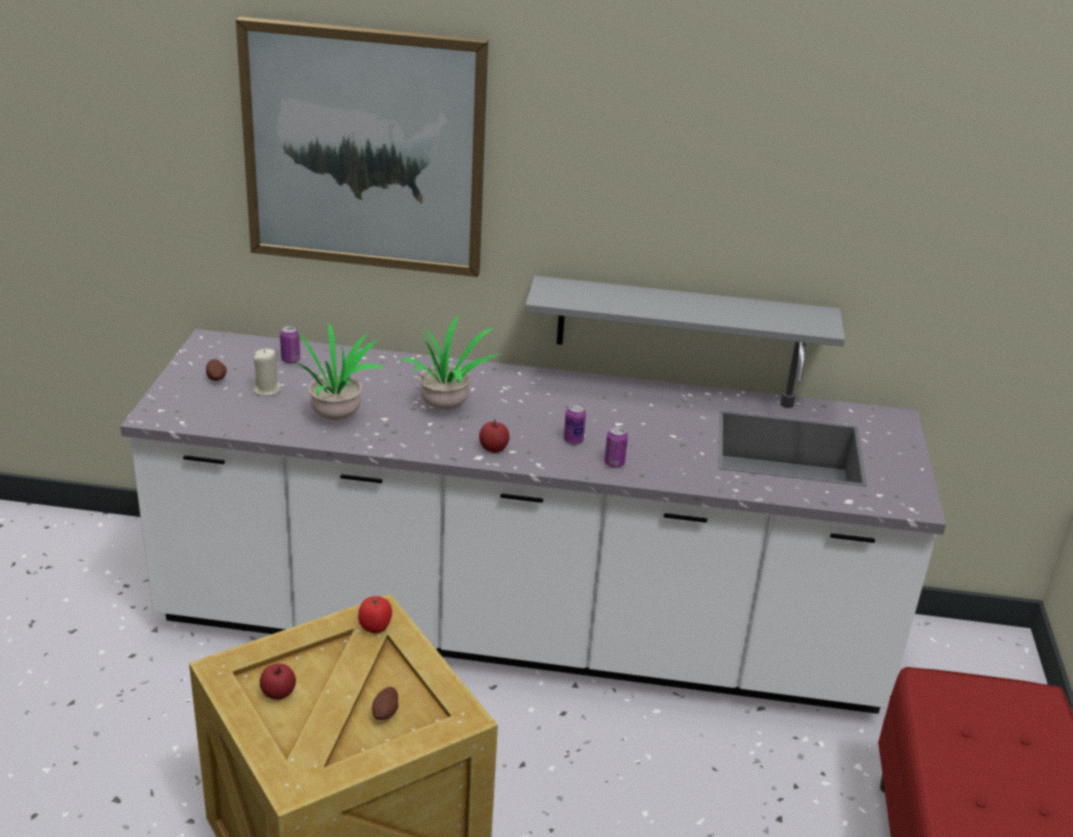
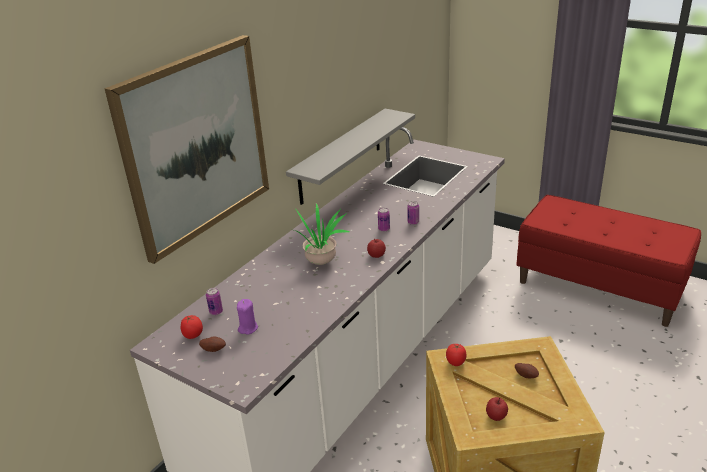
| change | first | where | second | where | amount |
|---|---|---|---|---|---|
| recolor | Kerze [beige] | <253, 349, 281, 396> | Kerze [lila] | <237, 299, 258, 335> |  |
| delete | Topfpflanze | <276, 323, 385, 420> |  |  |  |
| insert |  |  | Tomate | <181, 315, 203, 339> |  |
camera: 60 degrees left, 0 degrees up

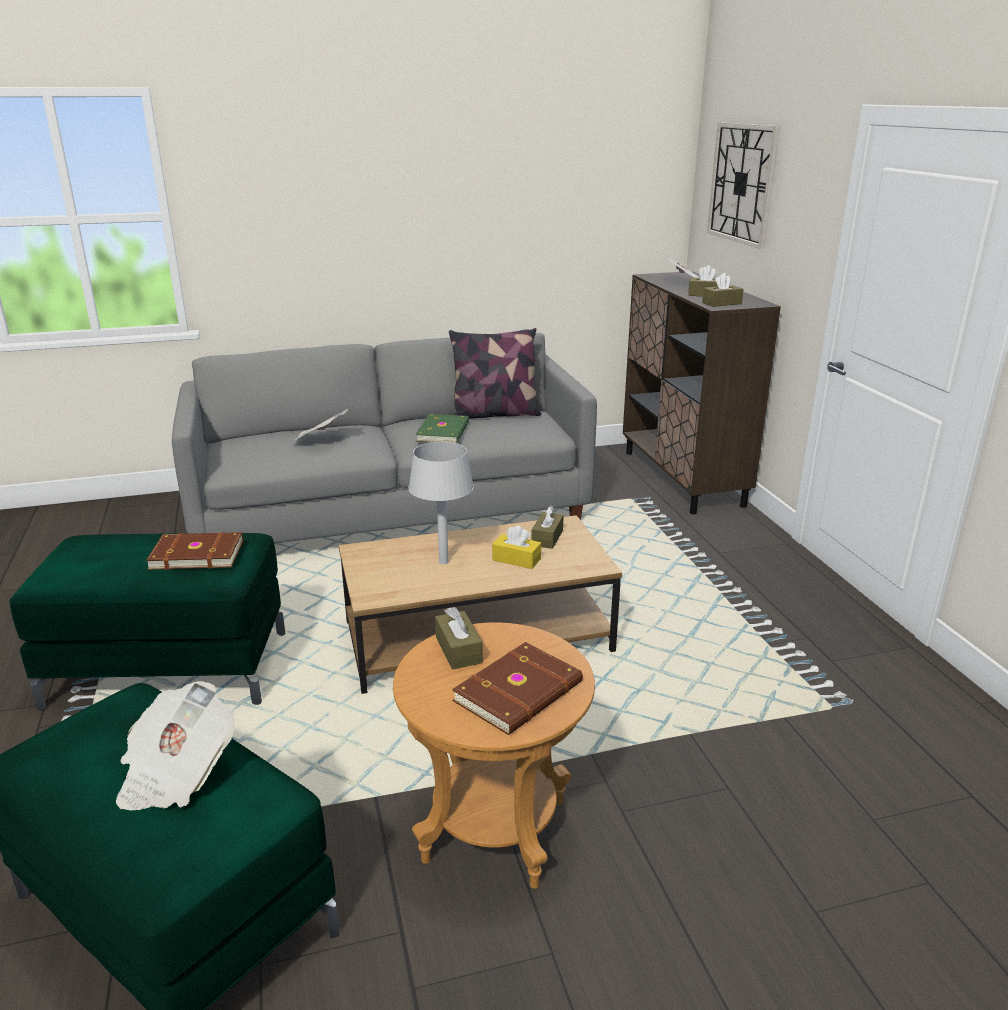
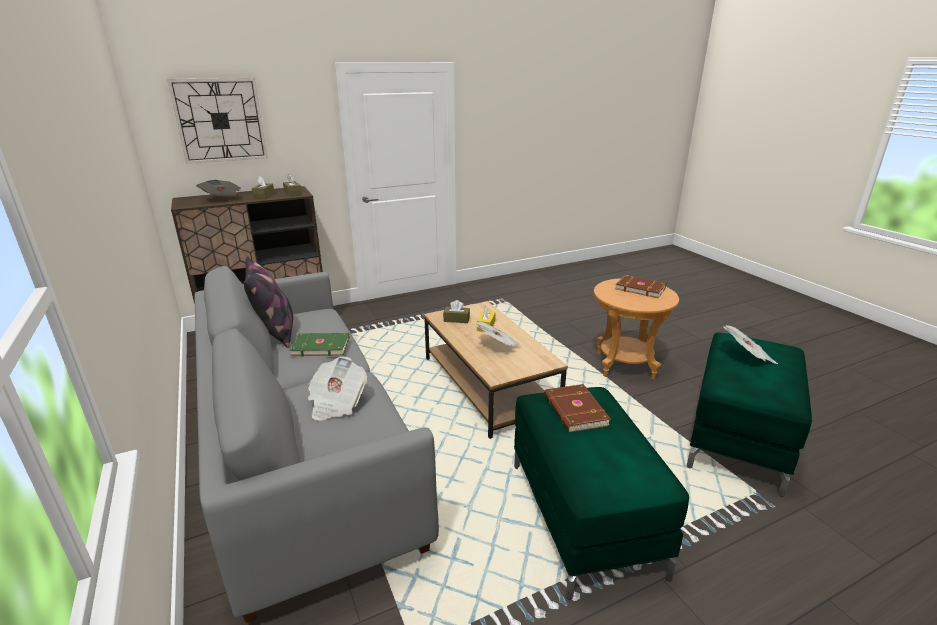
| change | first | where | second | where | amount |
|---|---|---|---|---|---|
| replace | Tischlampe [grau] | <408, 442, 474, 564> | Zeitung | <475, 322, 523, 347> |  |
| delete | Taschentuchbox [braun] | <435, 607, 483, 670> |  |  |  |
camera: 100 degrees left, 0 degrees up

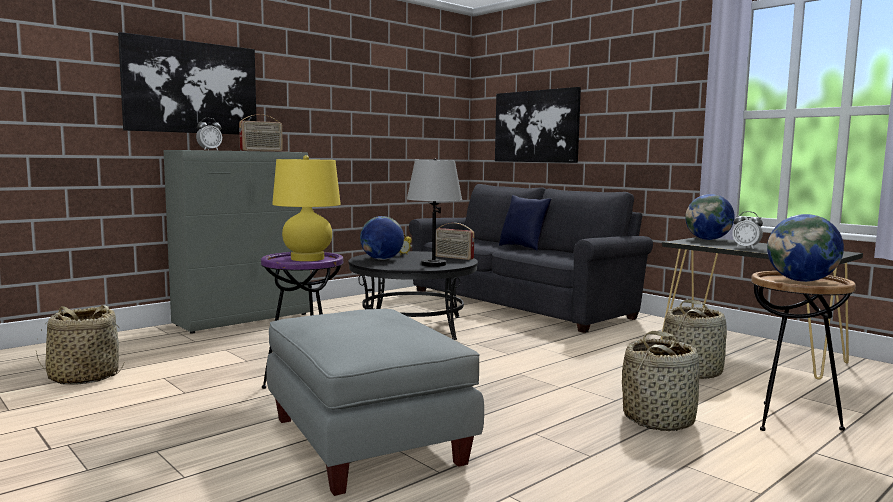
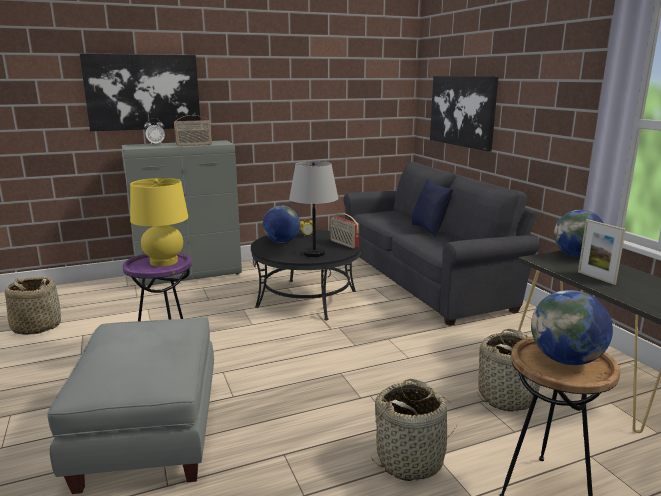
| change | first | where | second | where | amount |
|---|---|---|---|---|---|
| replace | Wecker | <732, 211, 763, 248> | Bilderrahmen | <578, 219, 626, 285> |  |
camera: 20 degrees right, 10 degrees up

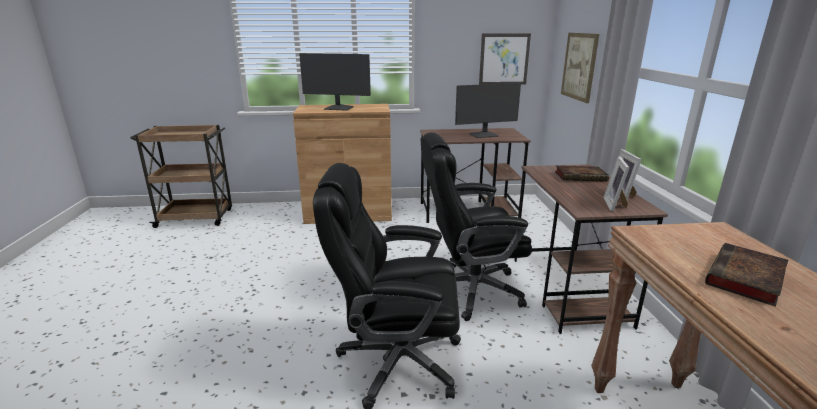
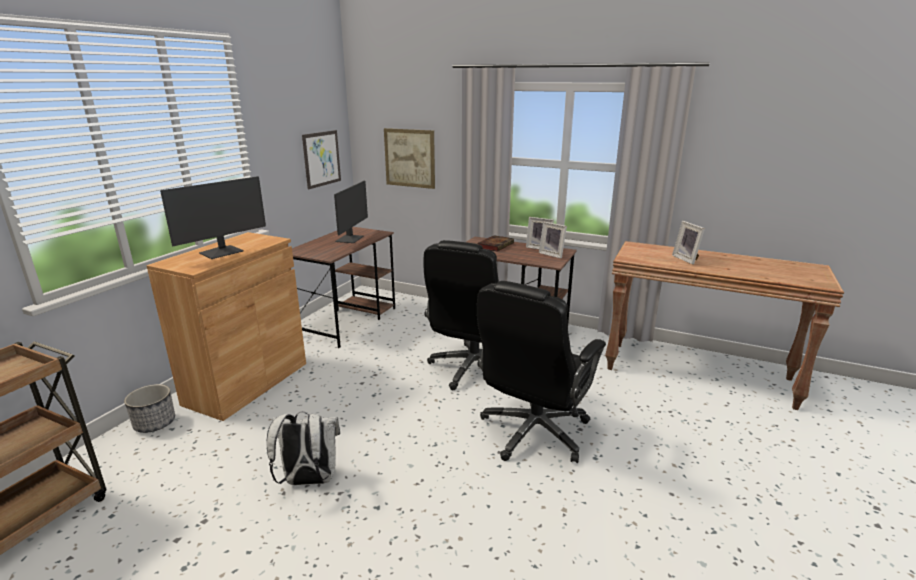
| change | first | where | second | where | amount |
|---|---|---|---|---|---|
| replace | Buch | <705, 243, 788, 307> | Bilderrahmen | <672, 221, 705, 265> |  |
| insert |  |  | Pflanzkübel | <124, 384, 175, 433> |  |
| insert |  |  | Rucksack [weiß] | <267, 412, 340, 485> |  |
camera: 60 degrees left, 0 degrees up

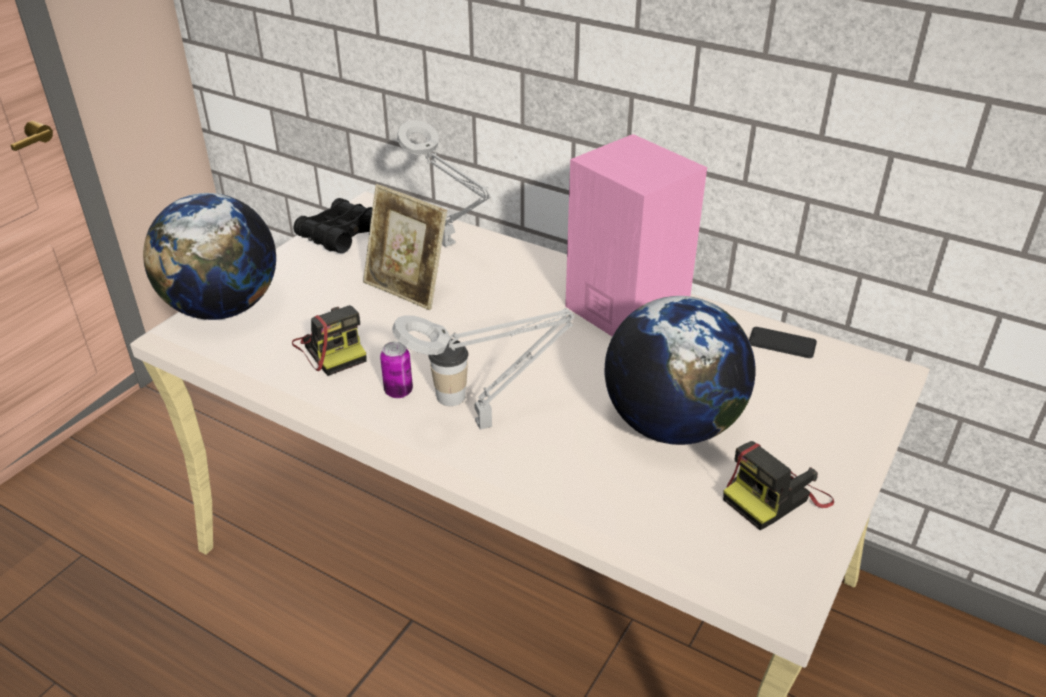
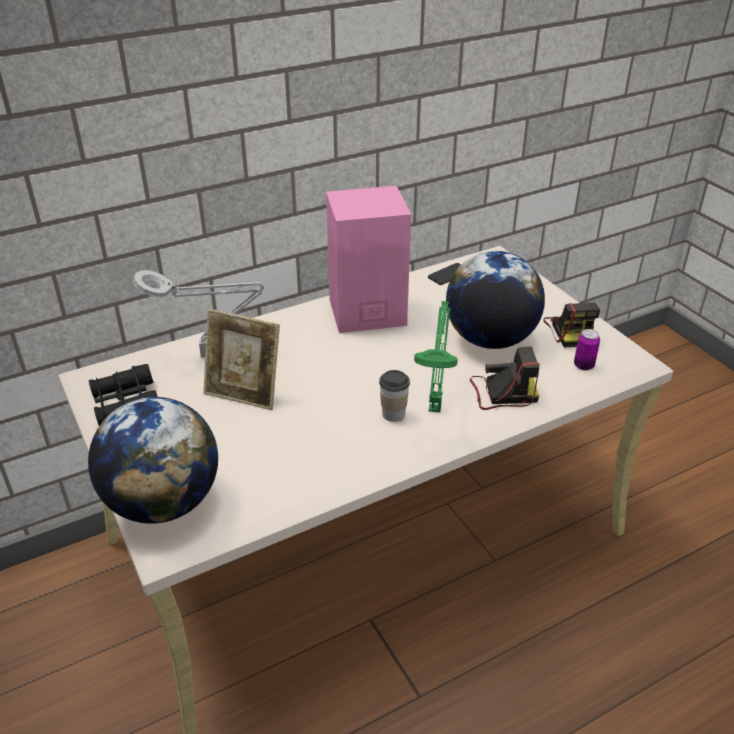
| change | first | where | second | where | amount |
|---|---|---|---|---|---|
| move | Kamera | <292, 305, 366, 376> |  | <470, 346, 539, 410> |  |
| rotate | Bilderrahmen | <363, 184, 447, 310> |  | <204, 309, 280, 410> | 45 degrees clockwise |
| move | Dose | <380, 341, 413, 398> |  | <574, 329, 600, 371> |  |
| recolor | Tischlampe [grau] | <392, 308, 574, 430> | Tischlampe [grün] | <414, 301, 458, 412> |  |
camera: 60 degrees left, 0 degrees up

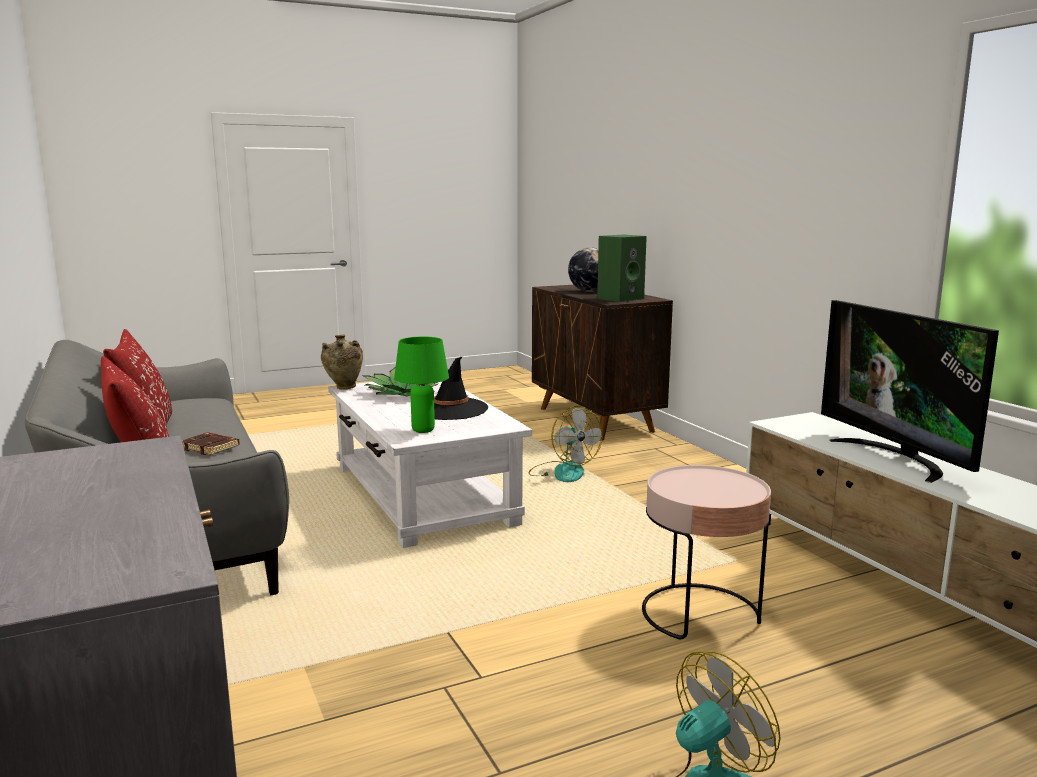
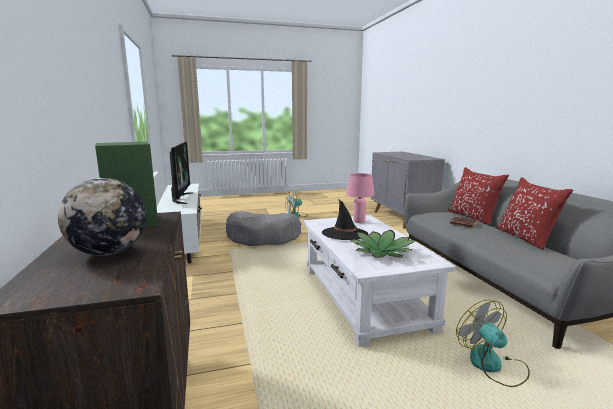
| change | first | where | second | where | amount |
|---|---|---|---|---|---|
| delete | Vase [beige] | <321, 335, 363, 390> |  |  |  |
| recolor | Tischlampe [grün] | <394, 336, 449, 433> | Tischlampe [rosa] | <346, 173, 375, 223> |  |
| move | Ventilator | <529, 406, 603, 482> |  | <456, 300, 530, 387> |  |
| replace | Beistelltisch [rosa] | <642, 465, 771, 639> | Hundebett [grau] | <226, 211, 301, 246> |  |
camera: 170 degrees left, 0 degrees up

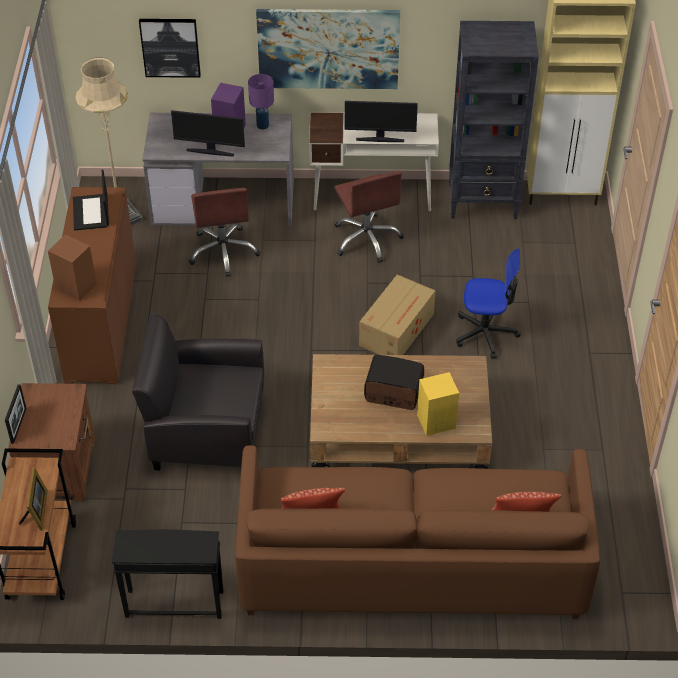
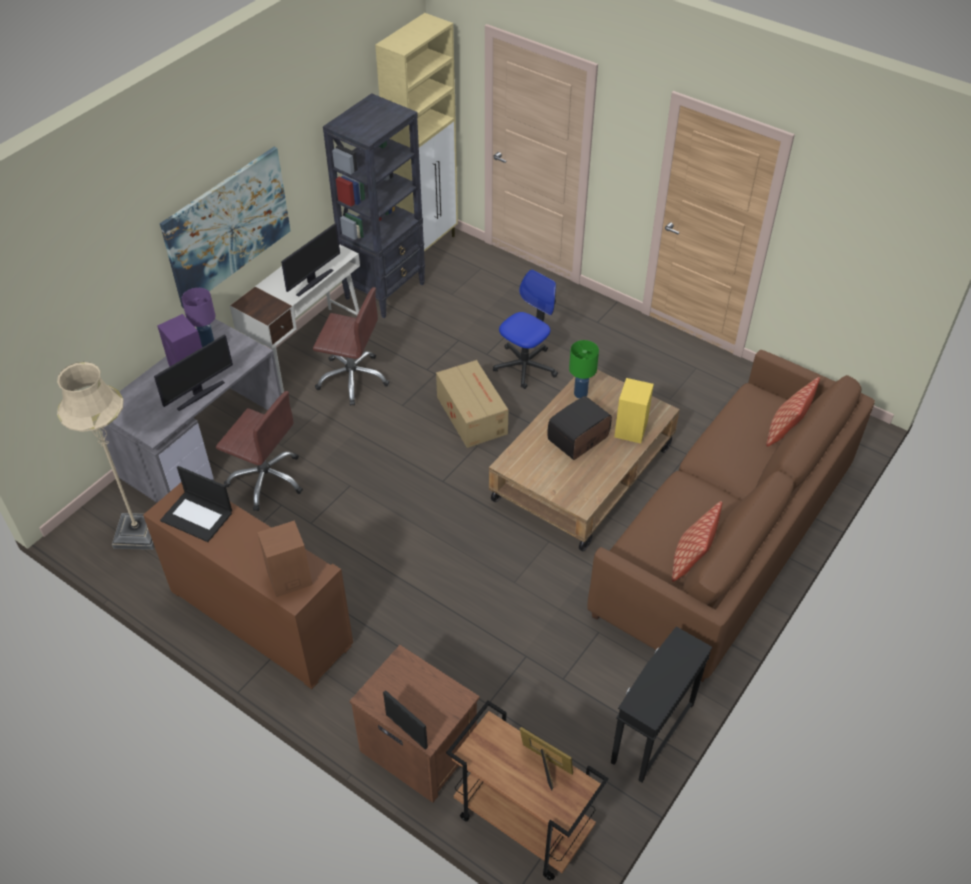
| change | first | where | second | where | amount |
|---|---|---|---|---|---|
| delete | Sessel [schwarz] | <132, 313, 264, 471> |  |  |  |
| delete | Bild | <139, 19, 201, 78> |  |  |  |
| insert |  |  | Tischlampe [grün] | <569, 340, 599, 399> |  |
camera: 55 degrees left, 0 degrees up

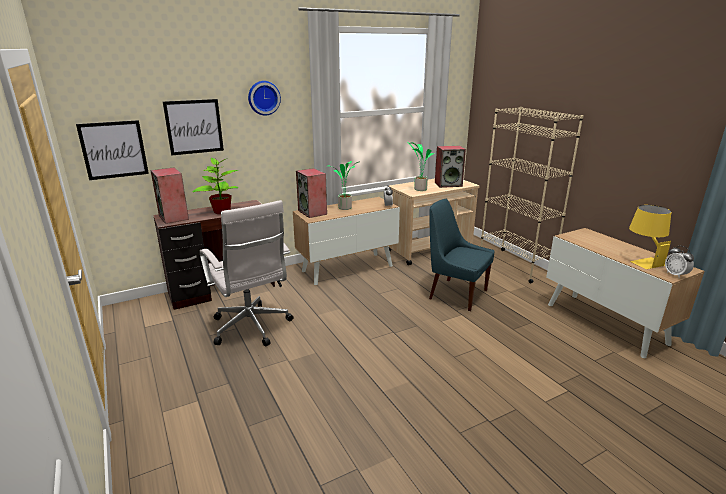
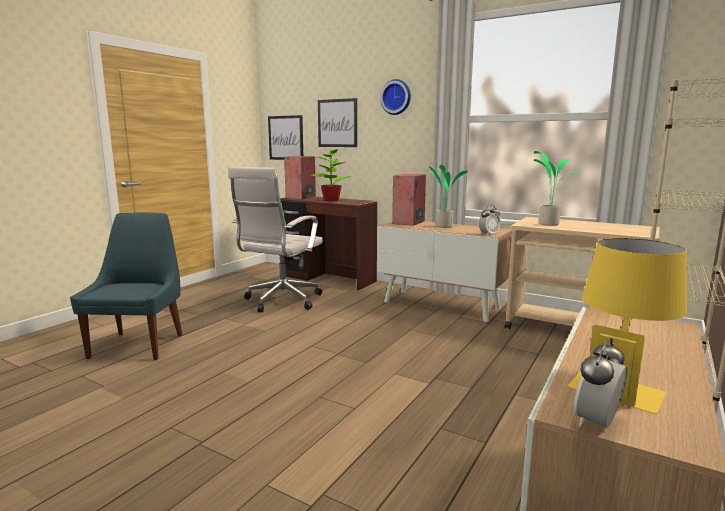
| change | first | where | second | where | amount |
|---|---|---|---|---|---|
| move | Stuhl [blau] | <429, 199, 494, 311> |  | <70, 213, 183, 360> |  |
| delete | Lautsprecher | <435, 146, 466, 188> |  |  |  |
camera: 60 degrees right, 10 degrees down

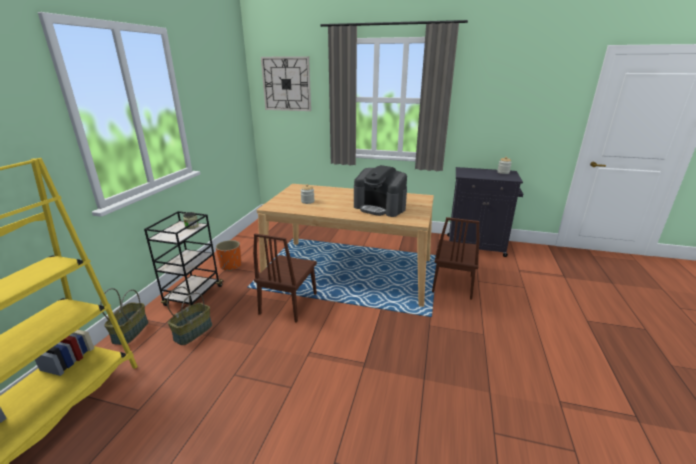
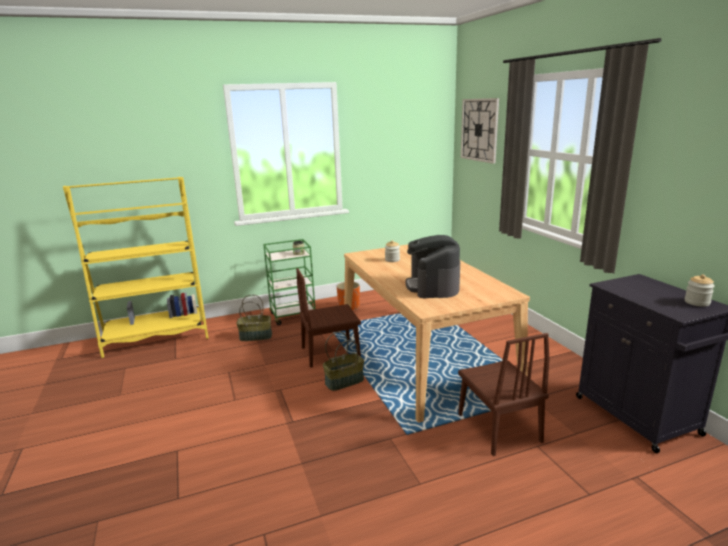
| change | first | where | second | where | amount |
|---|---|---|---|---|---|
| move | Korb | <100, 288, 148, 345> |  | <323, 332, 364, 391> |  |
| recolor | Rollwagen [schwarz] | <144, 211, 224, 306> | Rollwagen [grün] | <263, 239, 315, 325> |  |
| rotate | Stuhl [braun] | <432, 217, 480, 300> |  | <458, 333, 550, 456> | 90 degrees counterclockwise |
camera: 55 degrees right, 5 degrees down

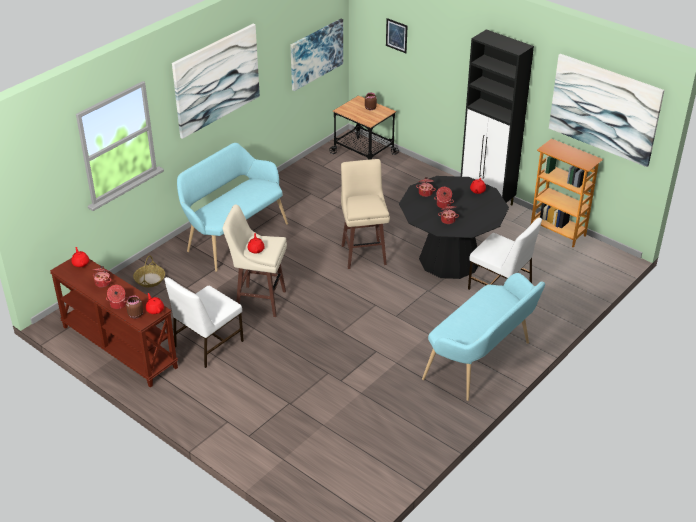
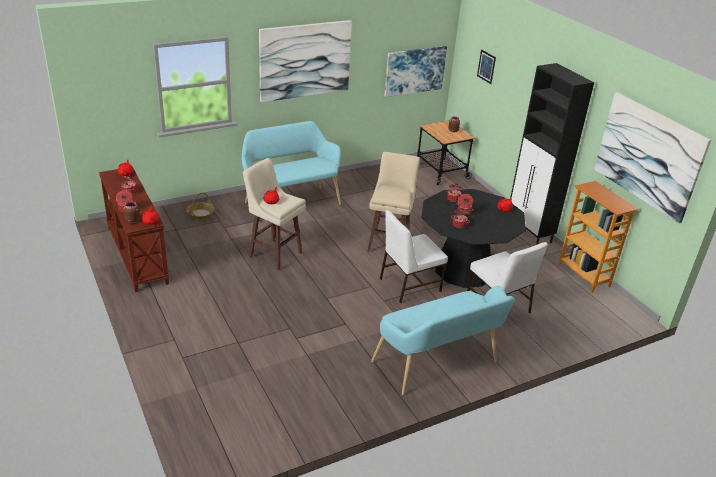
| change | first | where | second | where | amount |
|---|---|---|---|---|---|
| move | Stuhl [weiß] | <164, 277, 244, 368> |  | <380, 210, 448, 303> |  |
camera: 20 degrees right, 5 degrees down

